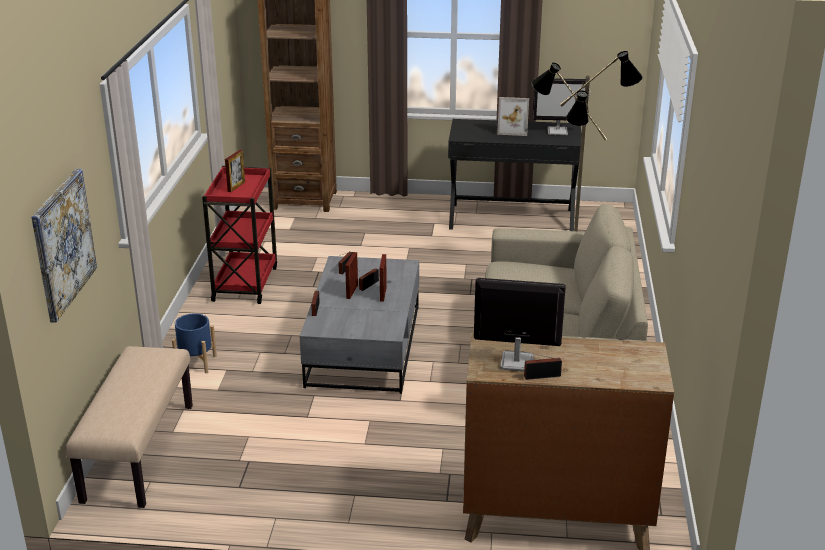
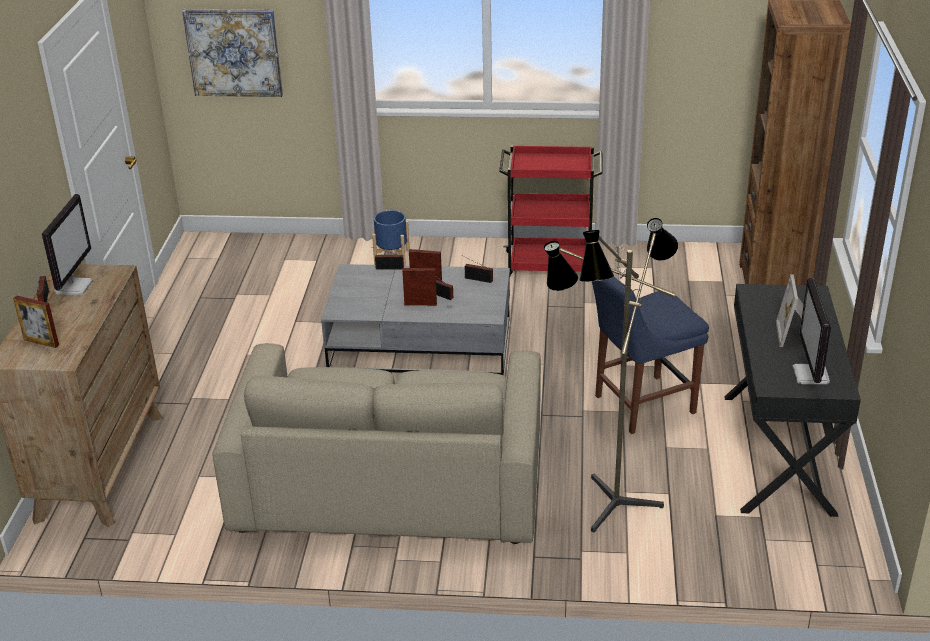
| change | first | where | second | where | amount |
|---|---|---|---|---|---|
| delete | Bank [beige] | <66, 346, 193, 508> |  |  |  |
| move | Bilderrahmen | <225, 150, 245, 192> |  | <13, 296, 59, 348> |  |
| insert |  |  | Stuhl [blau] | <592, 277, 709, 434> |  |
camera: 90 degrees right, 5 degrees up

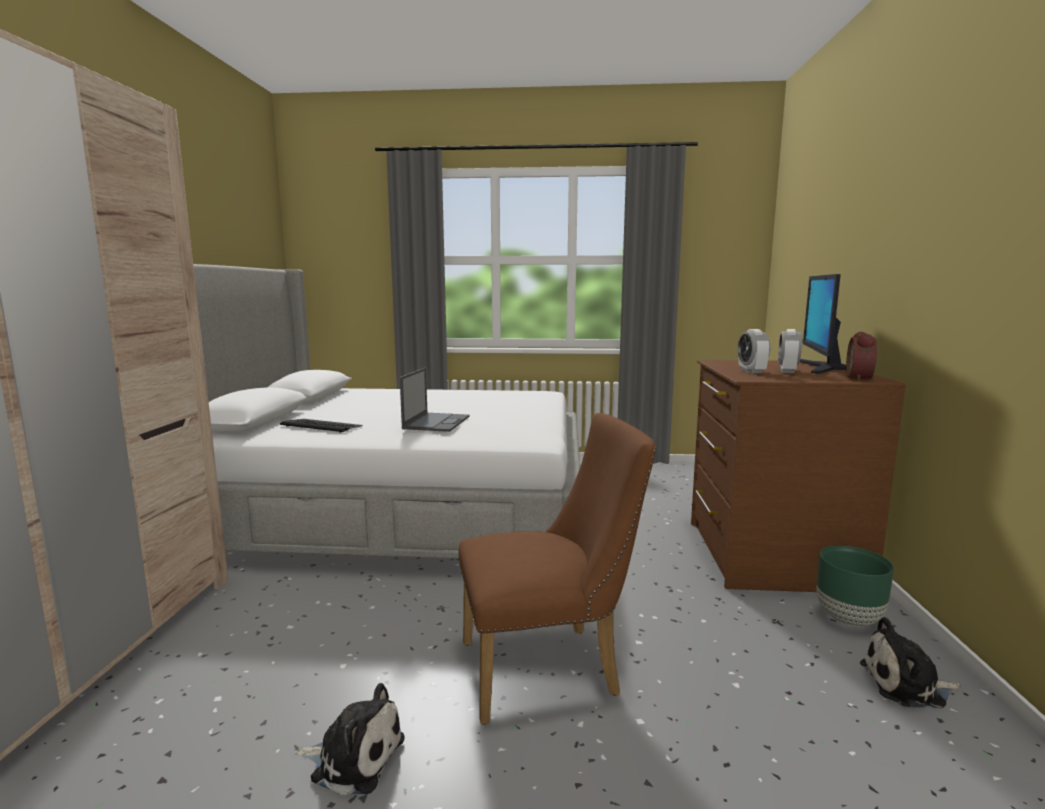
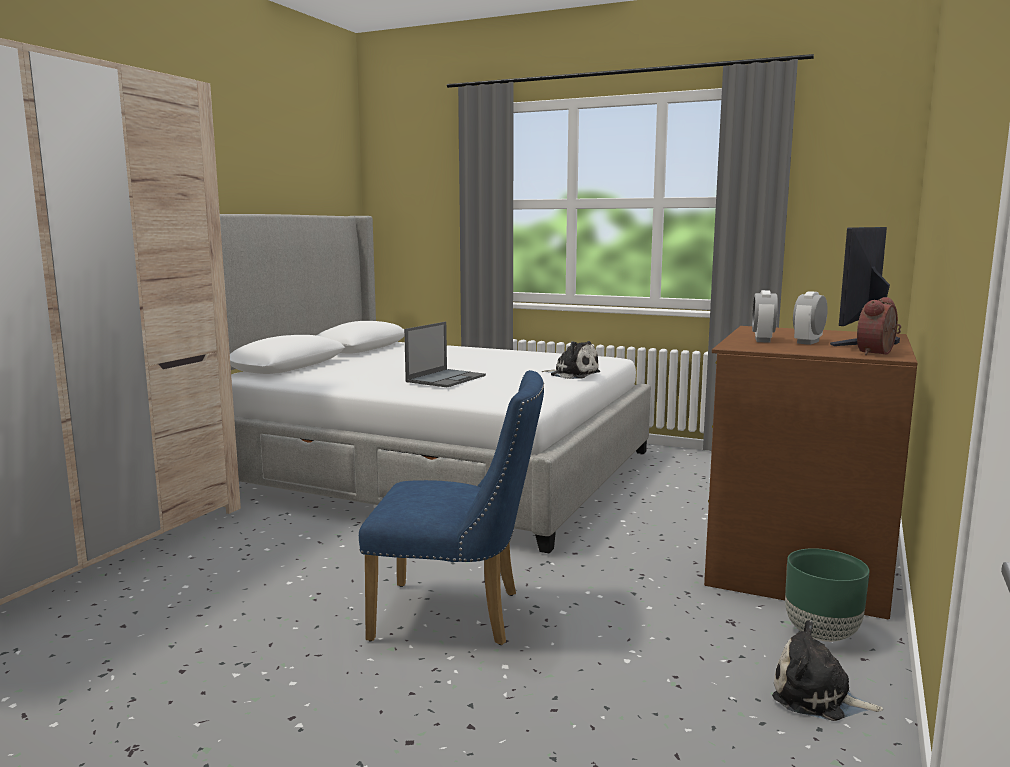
| change | first | where | second | where | amount |
|---|---|---|---|---|---|
| delete | Tastatur | <280, 419, 362, 433> |  |  |  |
| move | Plüschtier | <295, 683, 405, 795> |  | <542, 341, 600, 379> |  |
| recolor | Stuhl [braun] | <459, 413, 656, 725> | Stuhl [blau] | <359, 370, 544, 645> |  |
camera: 20 degrees right, 0 degrees up

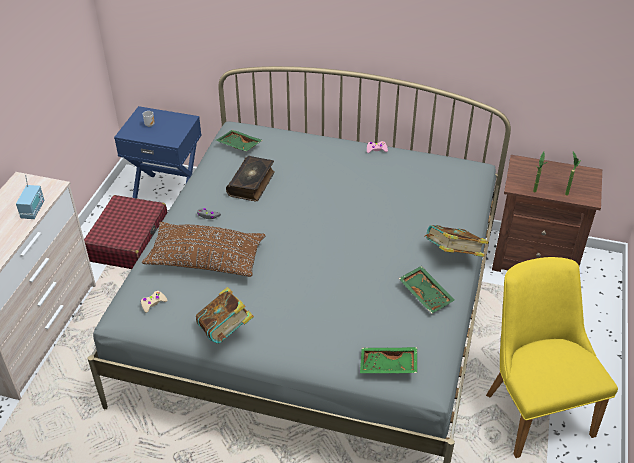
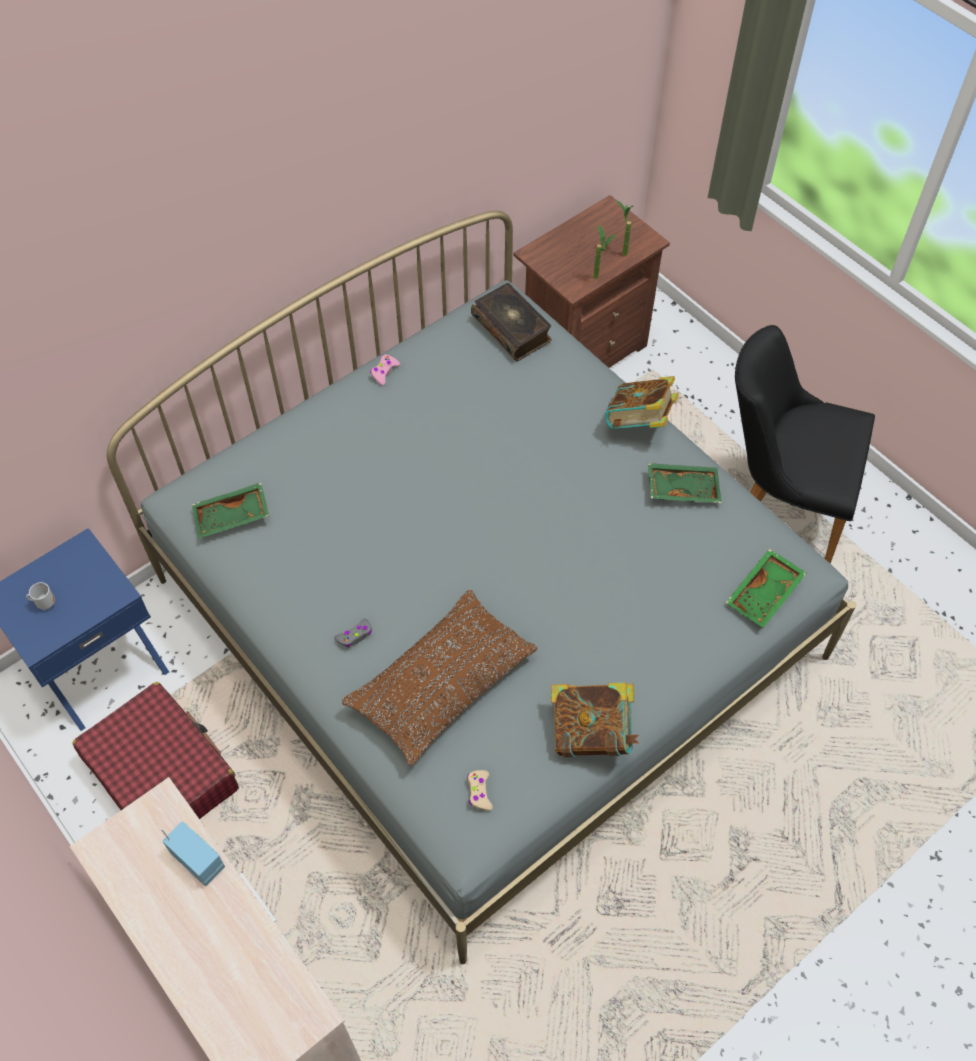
| change | first | where | second | where | amount |
|---|---|---|---|---|---|
| move | Buch | <226, 156, 275, 201> |  | <471, 283, 552, 361> |  |
| recolor | Stuhl [gelb] | <486, 257, 618, 458> | Stuhl [schwarz] | <735, 325, 875, 564> |  |
camera: 55 degrees left, 15 degrees up

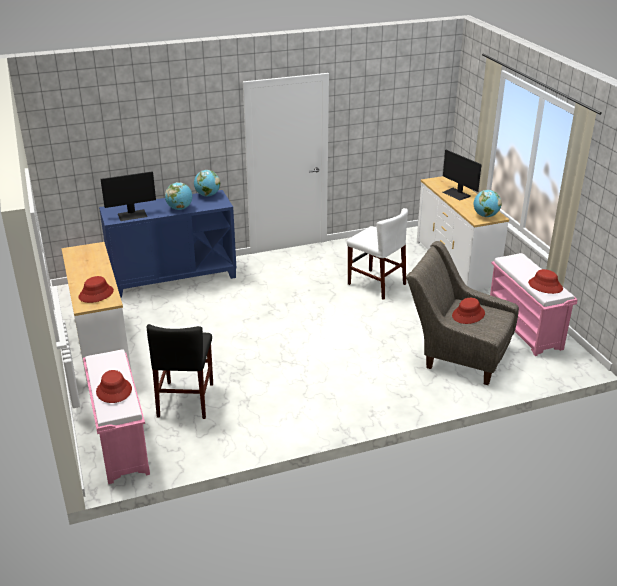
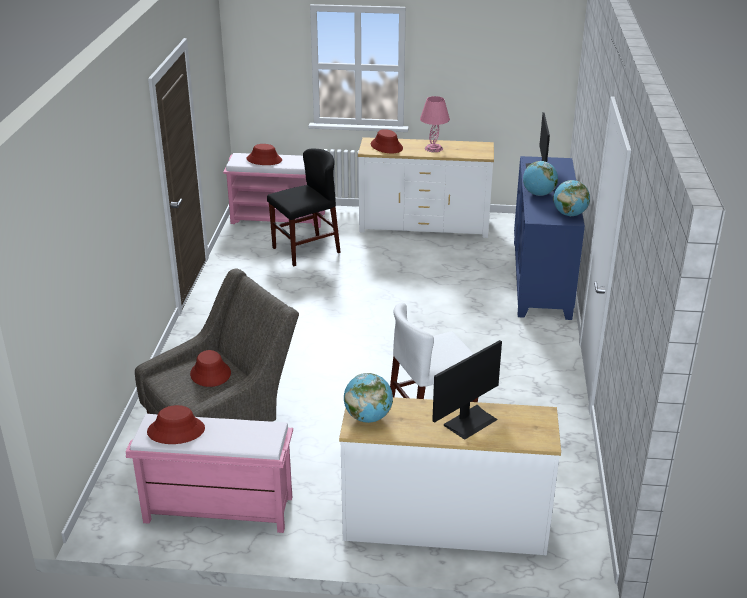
| change | first | where | second | where | amount |
|---|---|---|---|---|---|
| rotate | Stuhl [schwarz] | <147, 324, 213, 419> |  | <267, 149, 341, 266> | 120 degrees clockwise |
| rotate | Monitor | <443, 150, 482, 200> |  | <432, 340, 502, 440> | 150 degrees clockwise |
| insert |  |  | Tischlampe [rosa] | <420, 96, 450, 152> |  |
camera: 115 degrees right, 0 degrees up

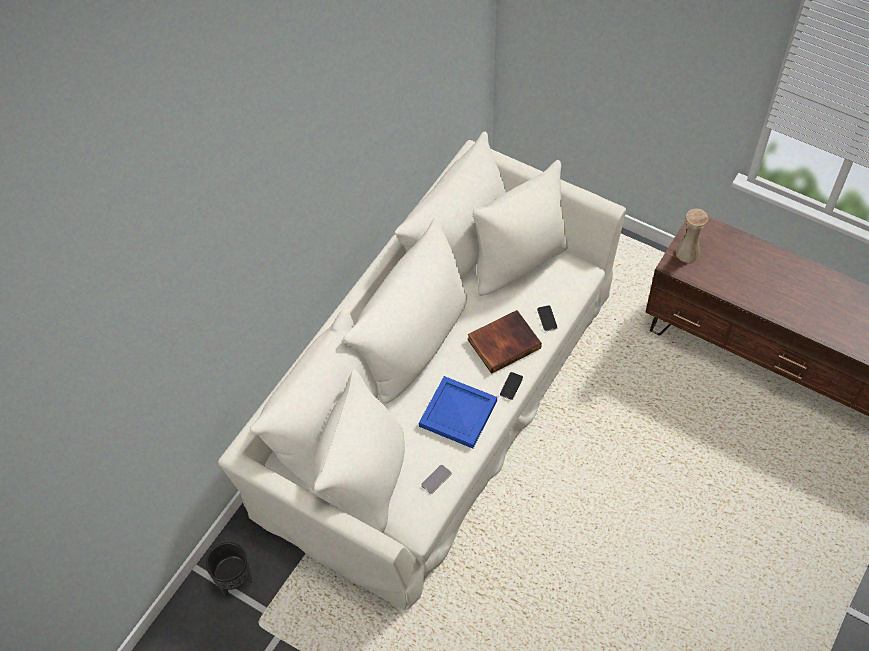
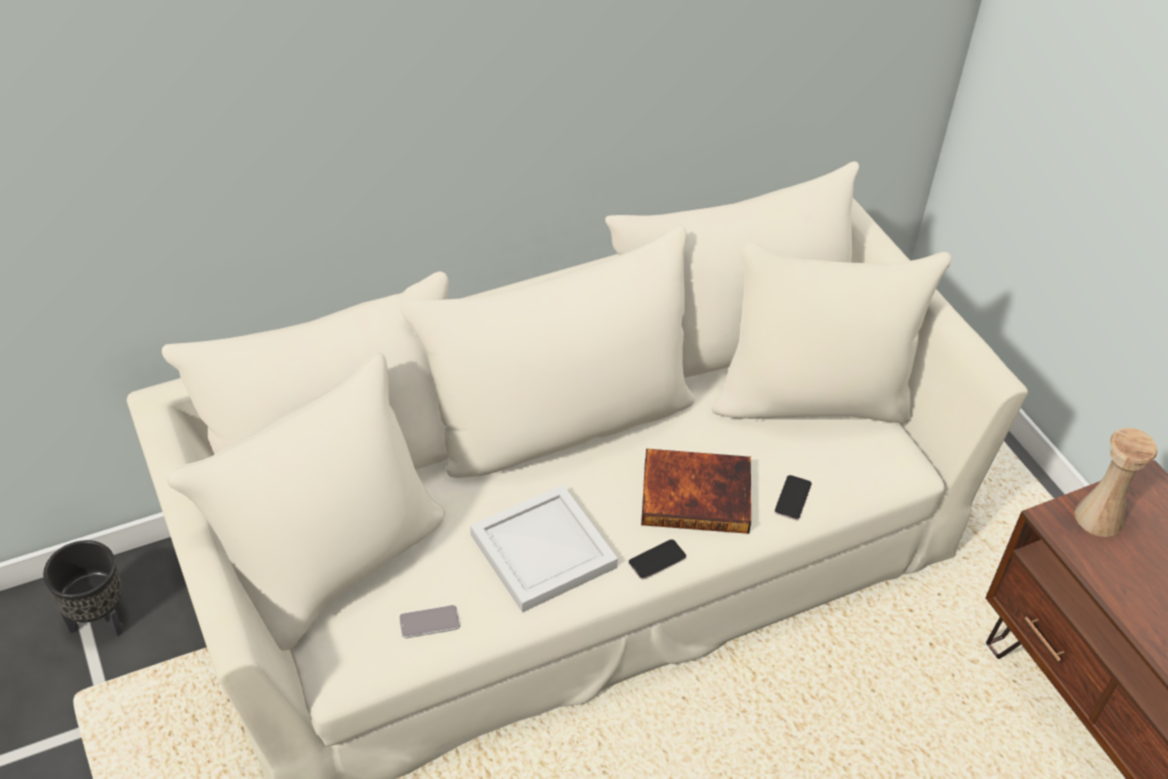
| change | first | where | second | where | amount |
|---|---|---|---|---|---|
| recolor | Tablett [blau] | <419, 376, 497, 449> | Tablett [weiß] | <470, 485, 618, 613> |  |
camera: 30 degrees right, 10 degrees down

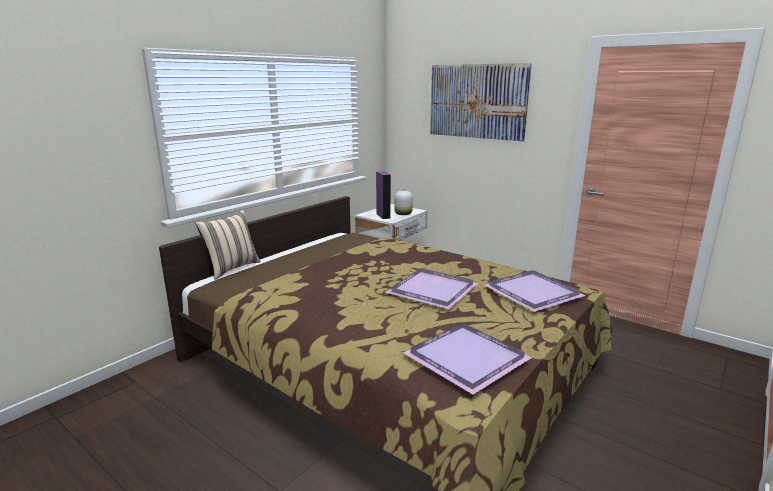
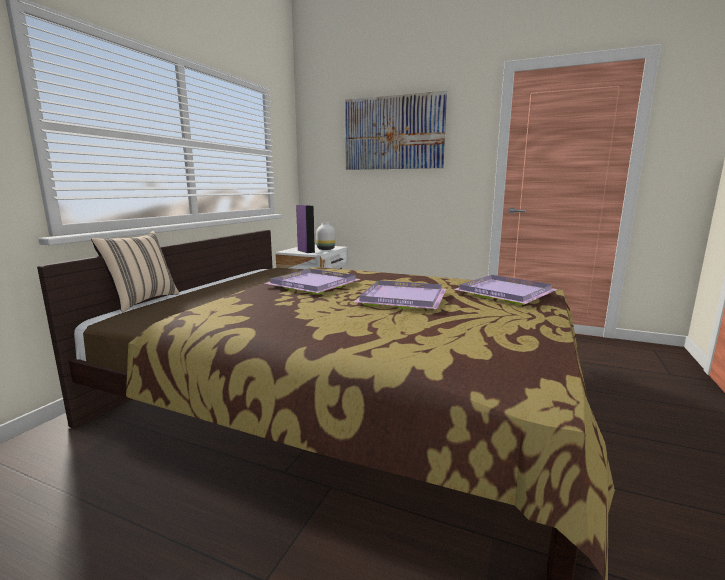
| change | first | where | second | where | amount |
|---|---|---|---|---|---|
| move | Tablett [lila] | <403, 323, 532, 395> |  | <265, 269, 361, 294> |  |
camera: 15 degrees left, 5 degrees down

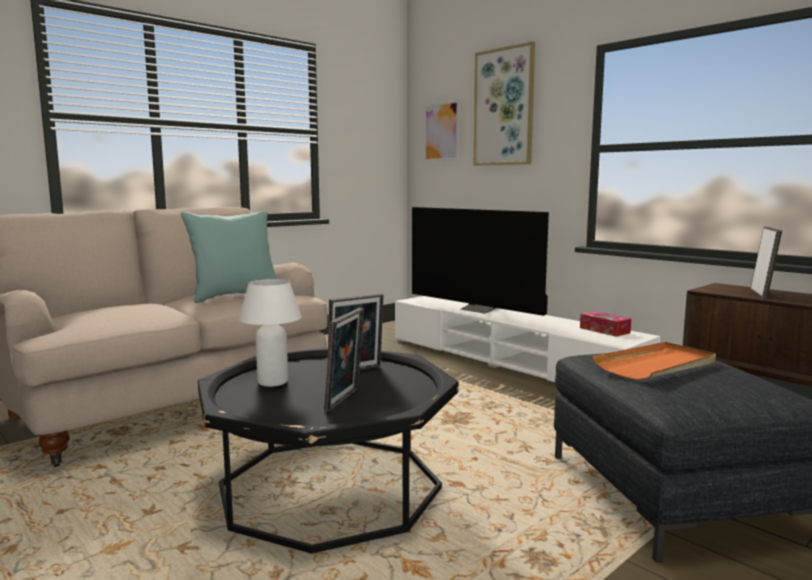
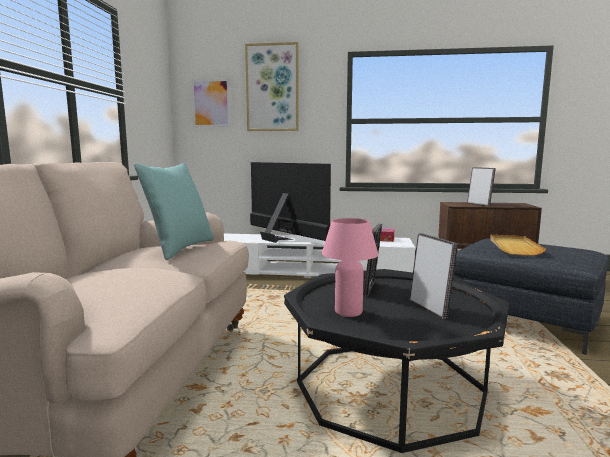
| change | first | where | second | where | amount |
|---|---|---|---|---|---|
| recolor | Tischlampe [weiß] | <239, 279, 302, 387> | Tischlampe [rosa] | <322, 218, 379, 317> |  |
| rotate | Fernseher | <412, 207, 549, 316> |  | <250, 162, 331, 243> | 135 degrees counterclockwise |
| recolor | Tablett [orange] | <593, 342, 716, 380> | Tablett [beige] | <490, 235, 546, 255> |  |
camera: 40 degrees left, 0 degrees up

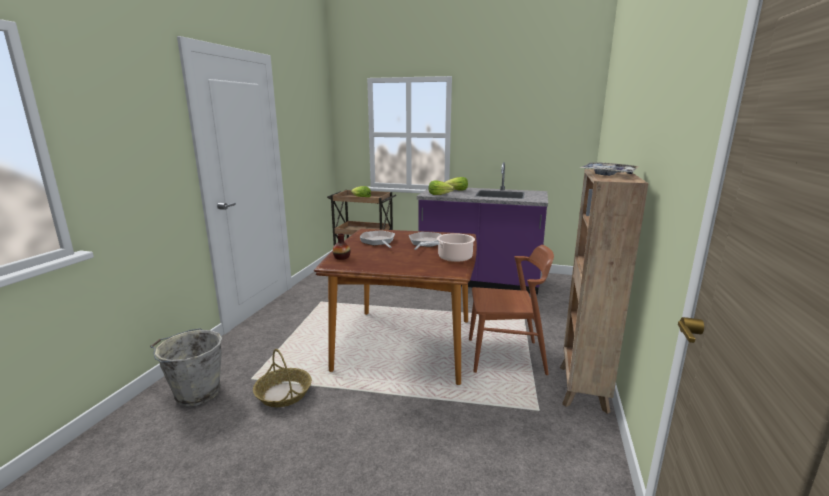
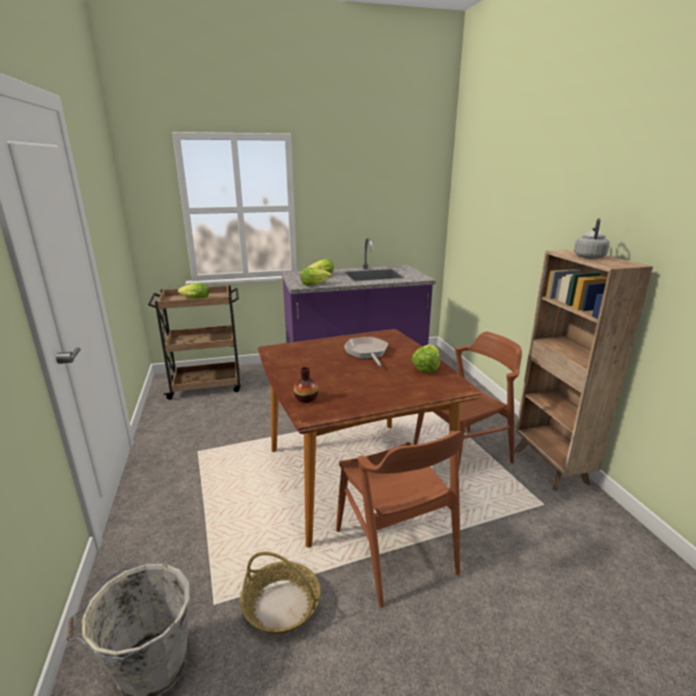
| change | first | where | second | where | amount |
|---|---|---|---|---|---|
| delete | Pfanne | <359, 230, 395, 248> |  |  |  |
| replace | Kochtopf | <419, 233, 475, 262> | Salatkopf | <411, 345, 440, 373> |  |
| replace | Tablett | <580, 163, 640, 176> | Wasserkessel [grau] | <574, 218, 610, 259> |  |
| insert |  |  | Stuhl [braun] | <336, 431, 464, 607> |  |
camera: 30 degrees left, 5 degrees up

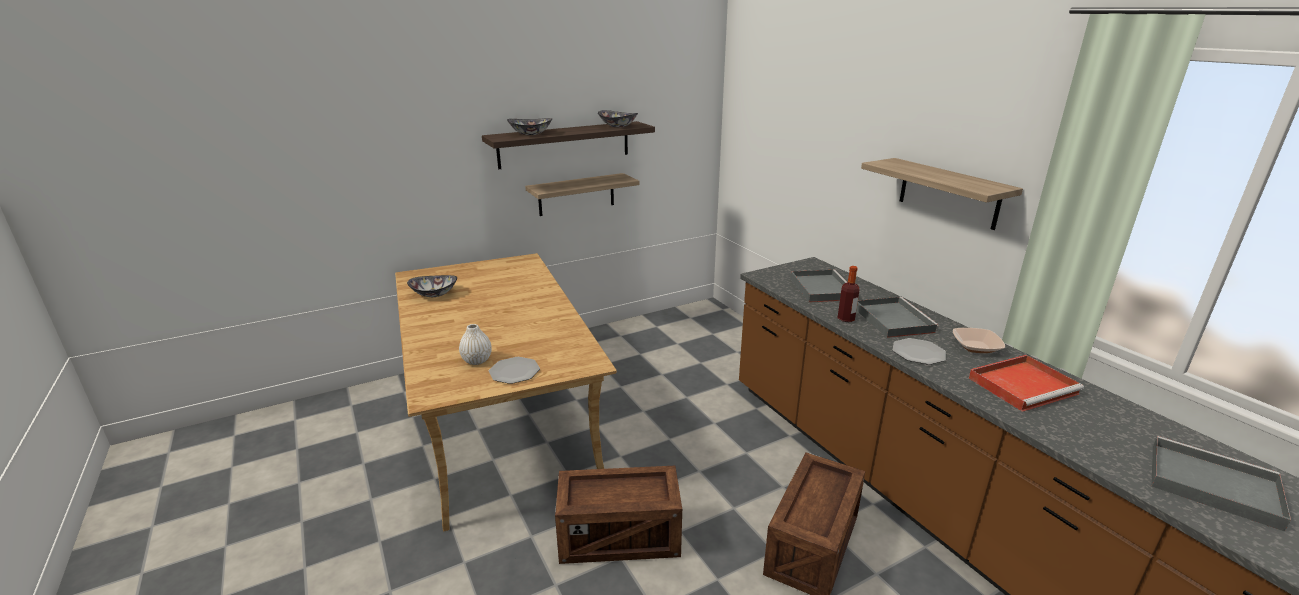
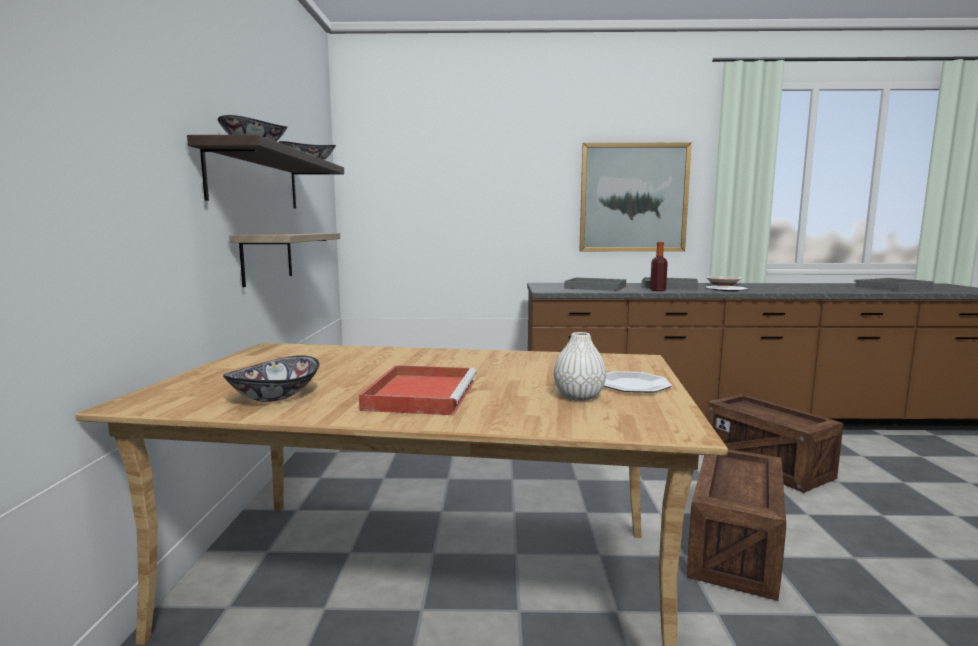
| change | first | where | second | where | amount |
|---|---|---|---|---|---|
| replace | Wandregal | <861, 158, 1023, 230> | Bild | <579, 143, 692, 251> |  |
| move | Tablett [rot] | <969, 355, 1084, 412> |  | <359, 365, 477, 415> |  |
camera: 60 degrees left, 15 degrees down

